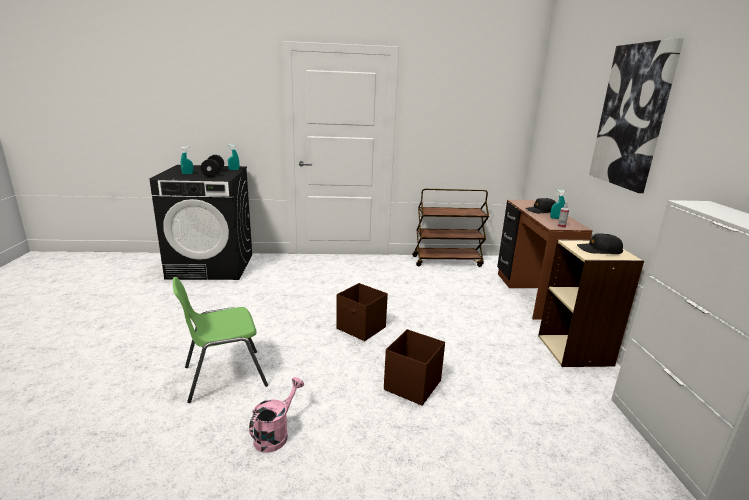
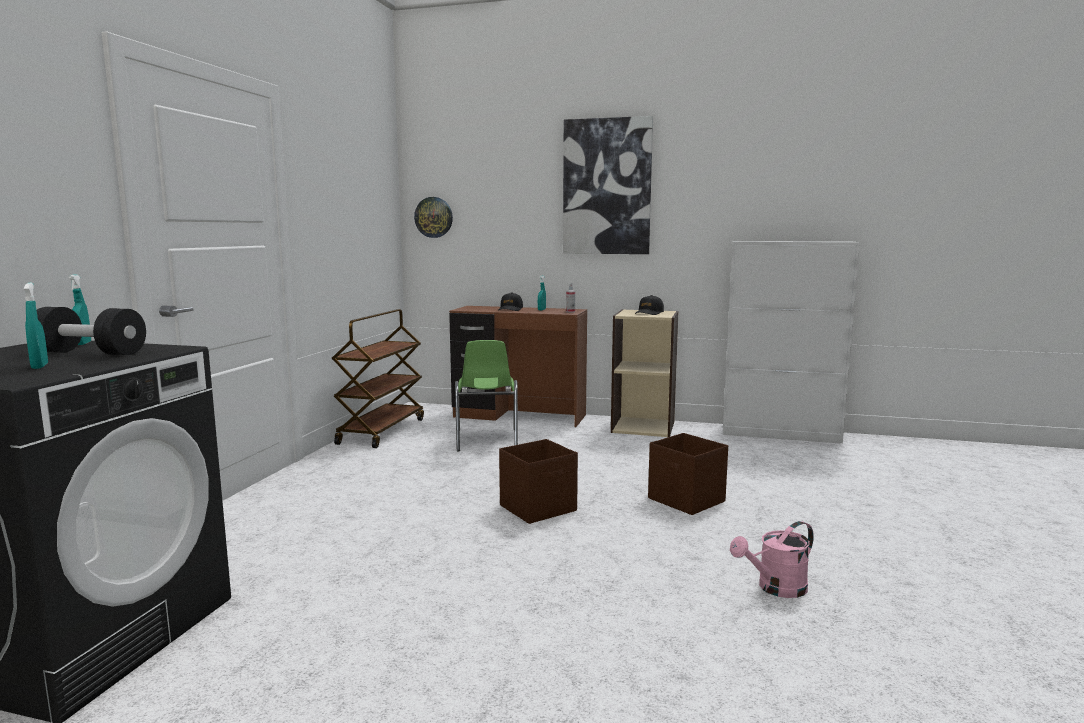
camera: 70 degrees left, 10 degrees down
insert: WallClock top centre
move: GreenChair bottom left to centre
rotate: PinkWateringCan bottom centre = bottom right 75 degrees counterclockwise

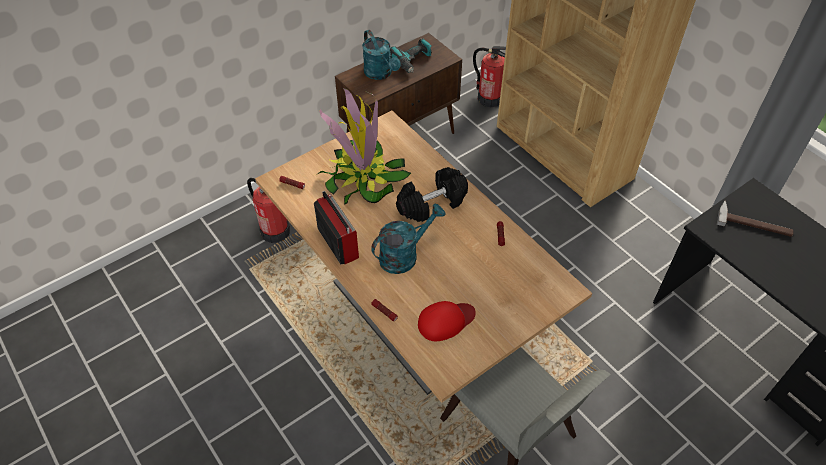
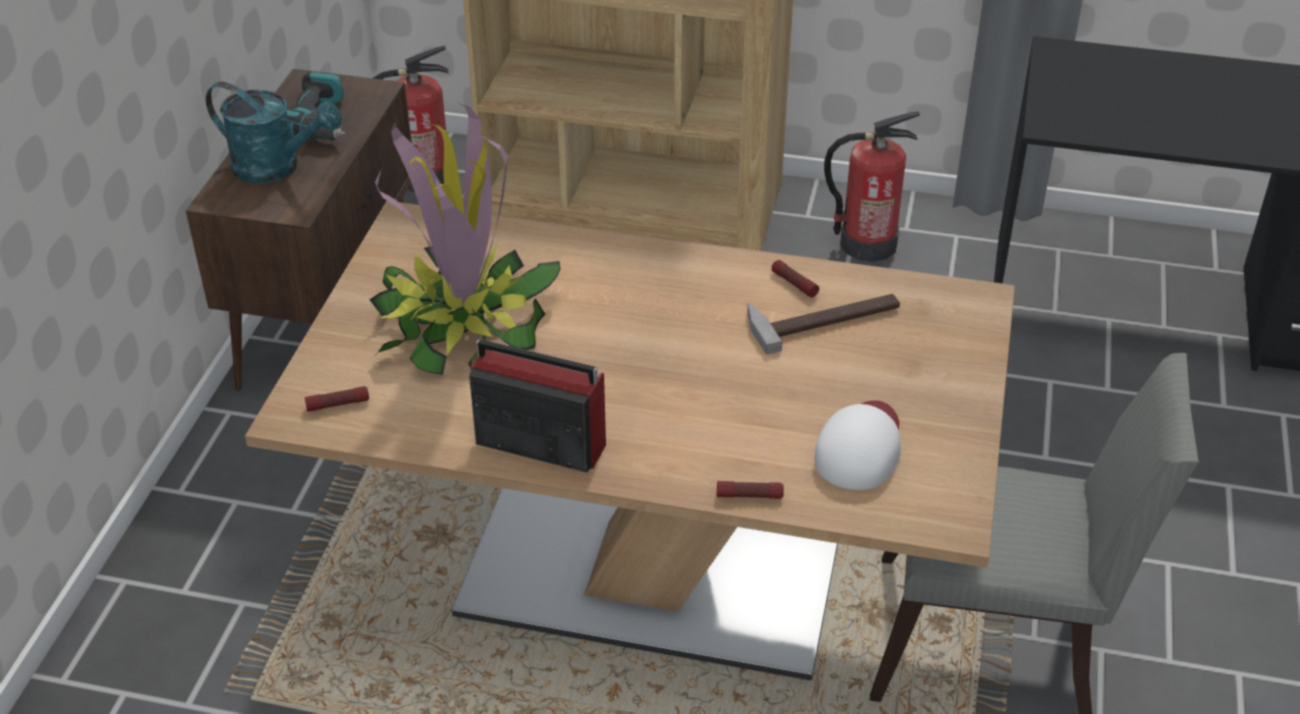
camera: 40 degrees left, 10 degrees down
delete: TurquoiseWateringCan (2nd from left) centre; BlackDumbbell centre
move: Hammer middle right to centre; FireExtinguisher (1st from left in the first image) middle left to FireExtinguisher (2nd from left) top right
recolor: RedCap bottom centre to WhiteCap centre

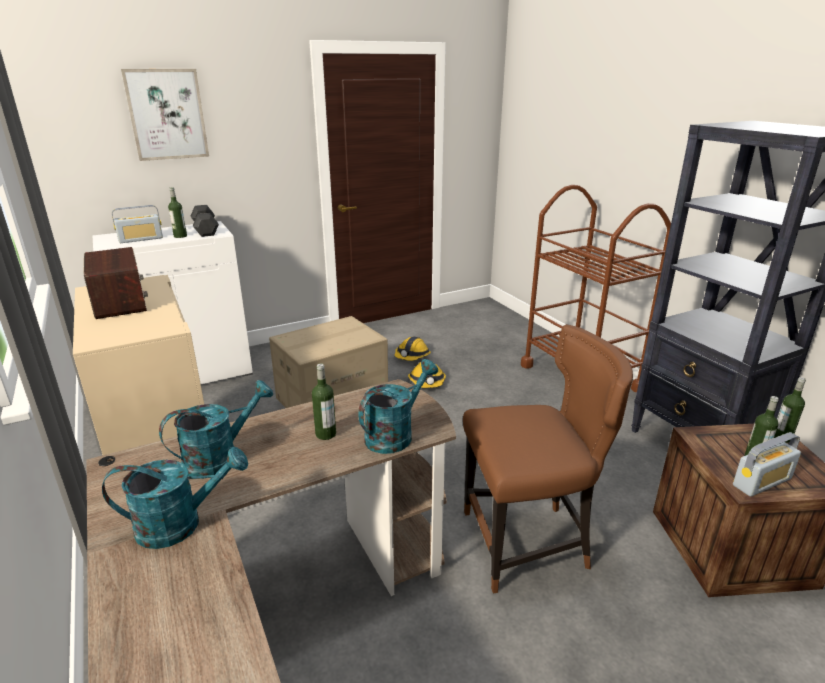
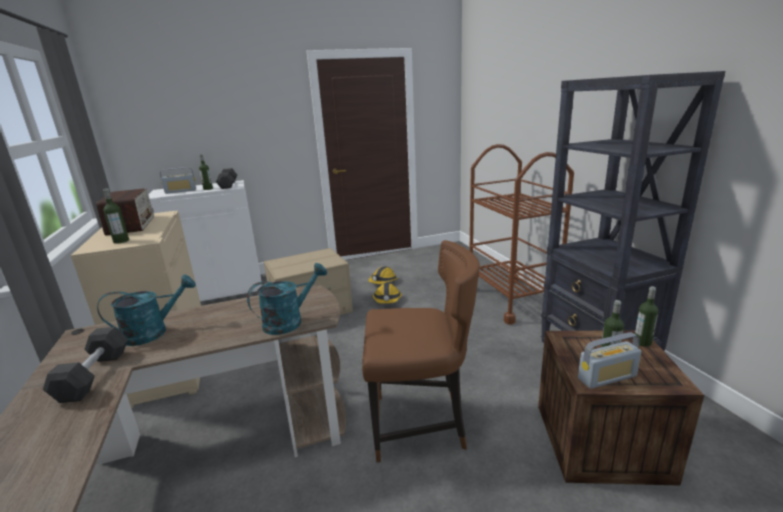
camera: 10 degrees right, 5 degrees down
delete: Picture top left
move: Bottle (2nd from left in the first image) centre to Bottle (1st from left) middle left
replace: TurquoiseWateringCan (1st from left) bottom left to GreyDumbbell (1st from left) bottom left

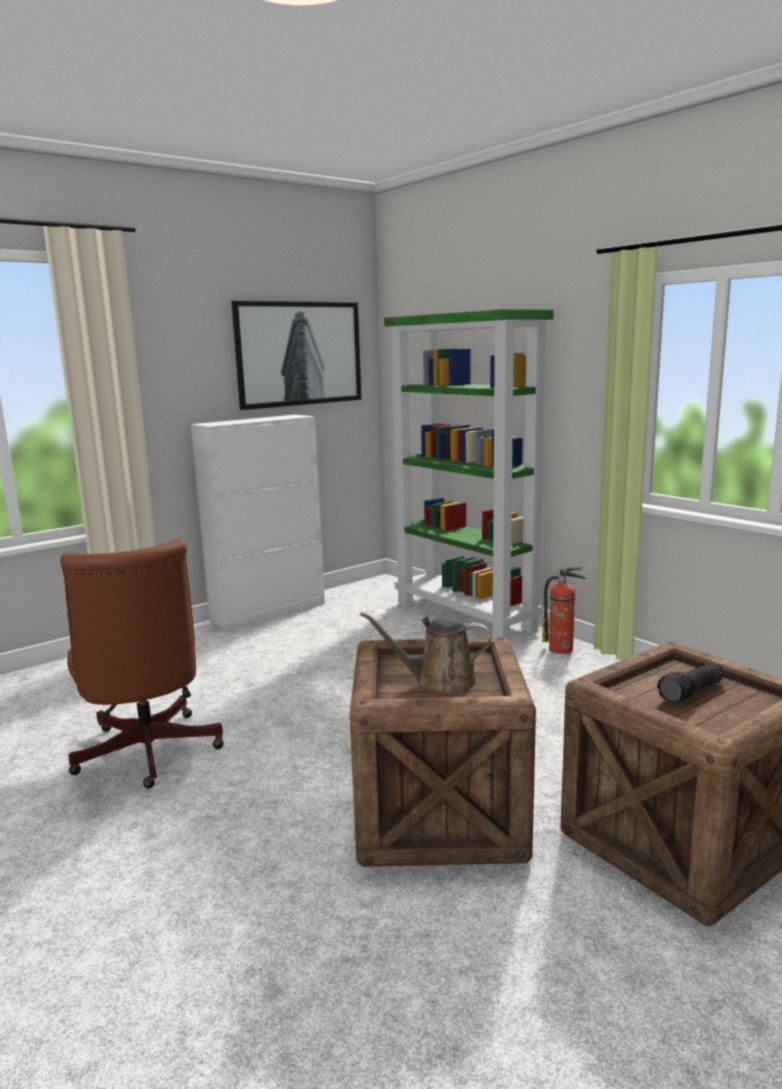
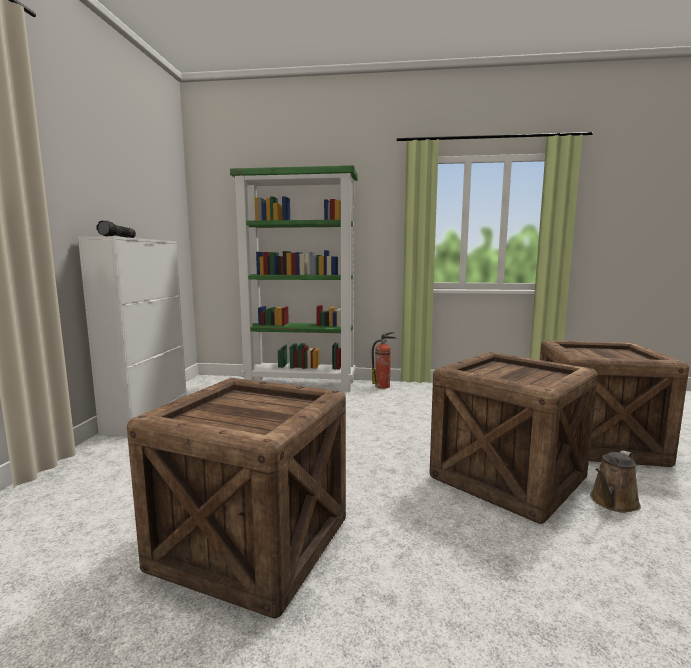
camera: 45 degrees left, 5 degrees down
delete: Picture top centre
move: Flashlight middle right to middle left; BrownWateringCan centre to bottom right
replace: BrownOfficeChair middle left to Crate (1st from left) bottom centre

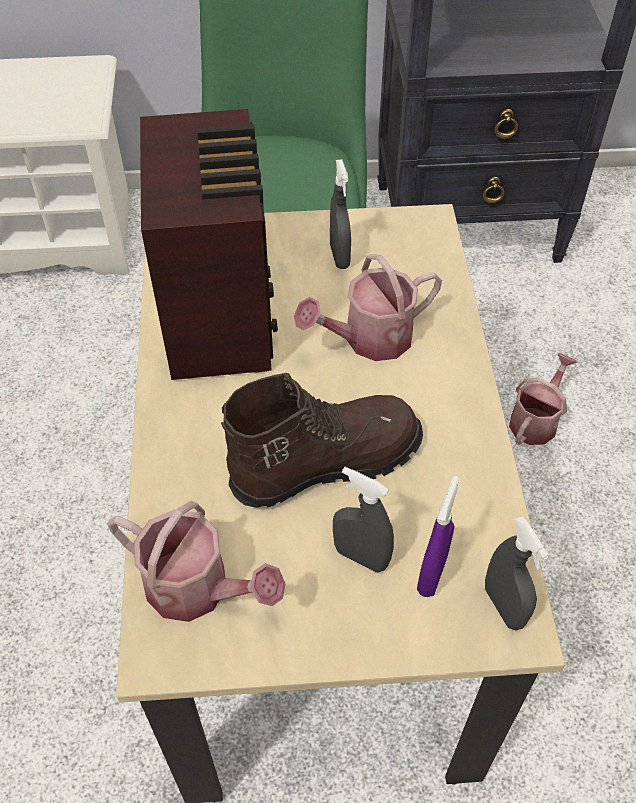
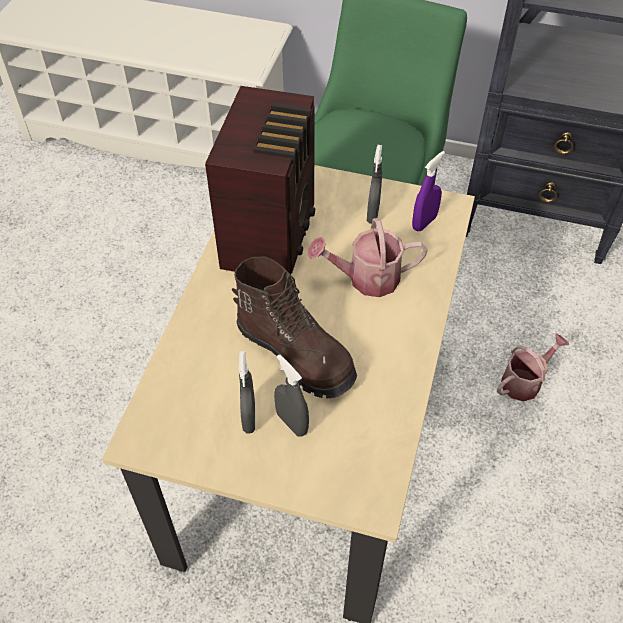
camera: 20 degrees right, 0 degrees up
delete: WateringCan (1st from left) bottom left
move: GreySprayBottle (3rd from left in the first image) bottom right to GreySprayBottle (1st from left) centre; PurpleSprayBottle bottom right to top right
rotate: BrownBoot centre = centre 45 degrees clockwise

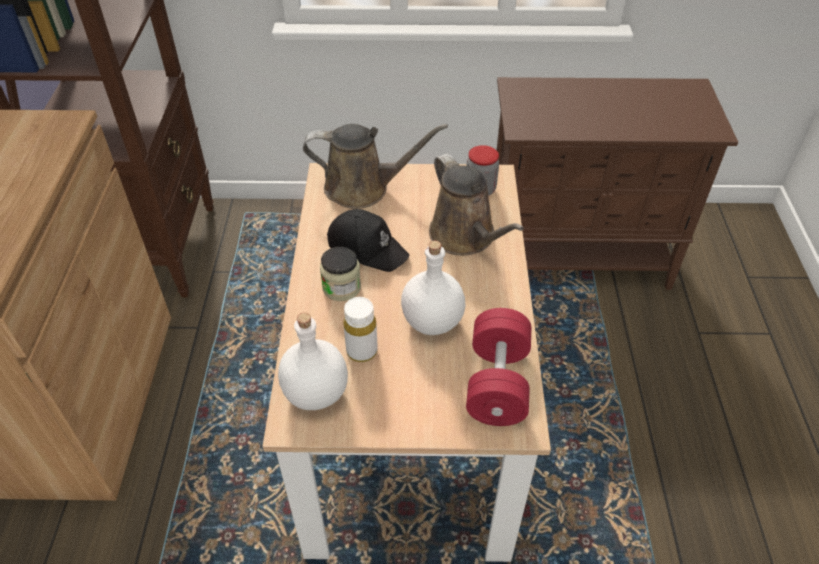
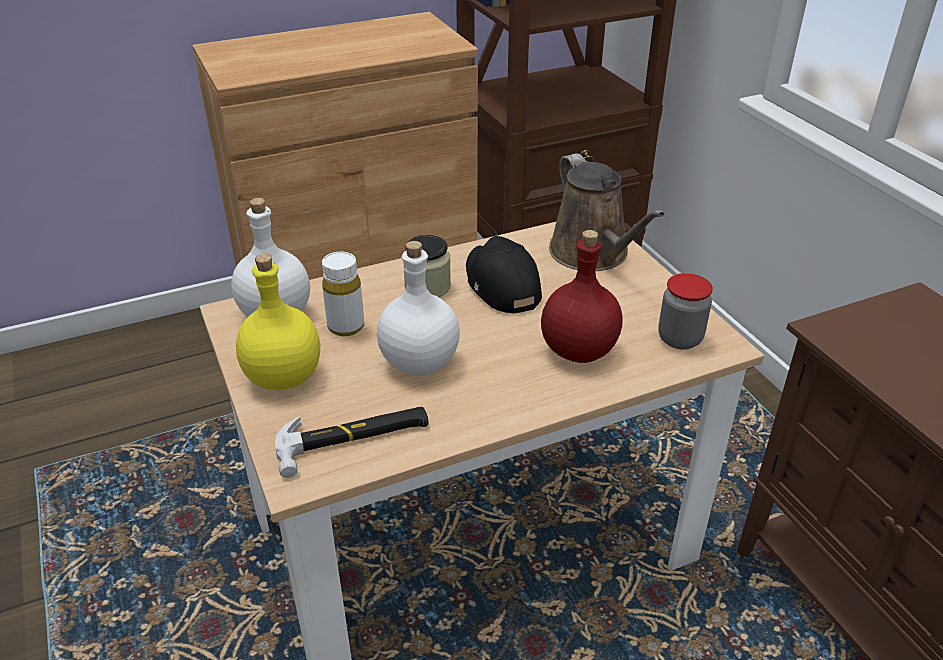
camera: 65 degrees right, 10 degrees down
insert: YellowBottle middle left
replace: RedDumbbell centre to Hammer bottom centre; BrownWateringCan (2nd from left) centre to RedBottle centre
rotate: BlackCap centre = centre 150 degrees clockwise

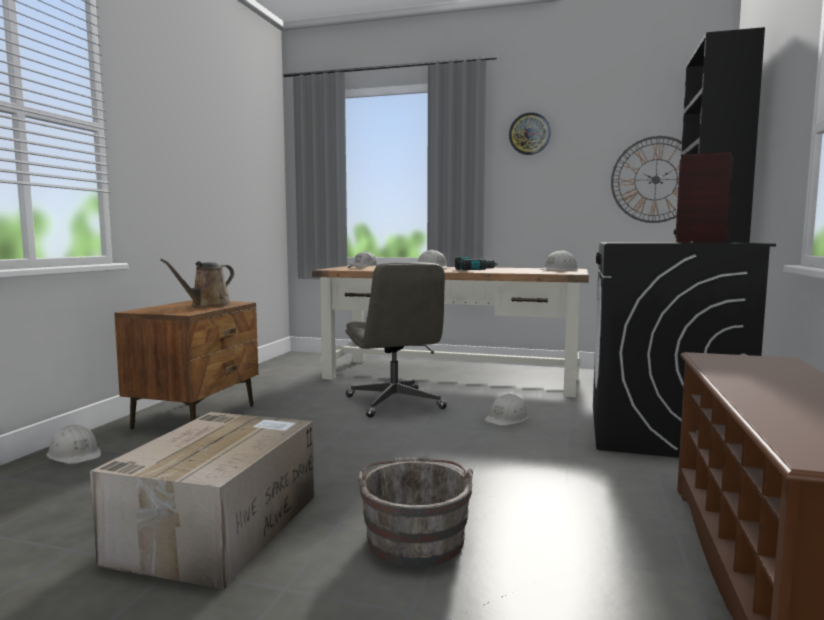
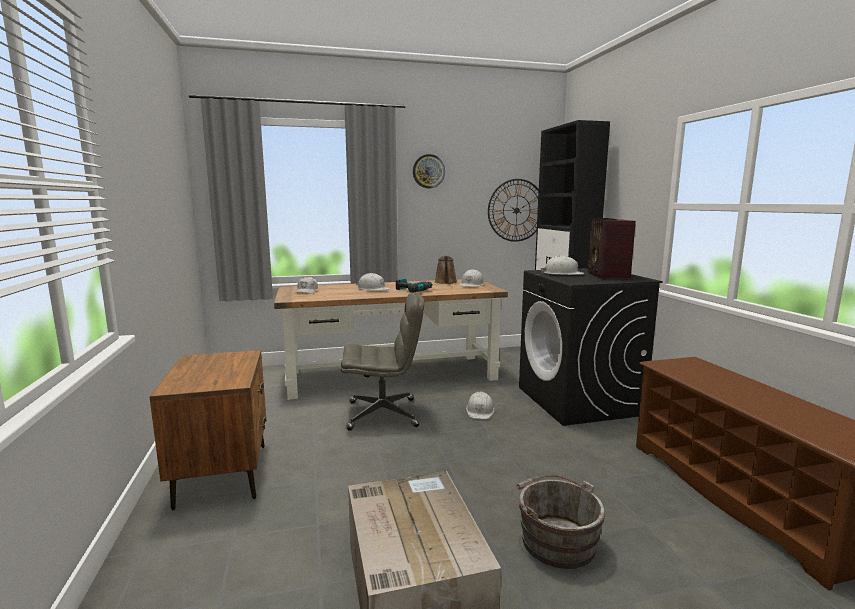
camera: 30 degrees left, 5 degrees up
move: BrownWateringCan middle left to centre; WhiteHardHat (1st from left in the first image) bottom left to WhiteHardHat (4th from left) centre
rotate: GreyOfficeChair centre = centre 45 degrees counterclockwise

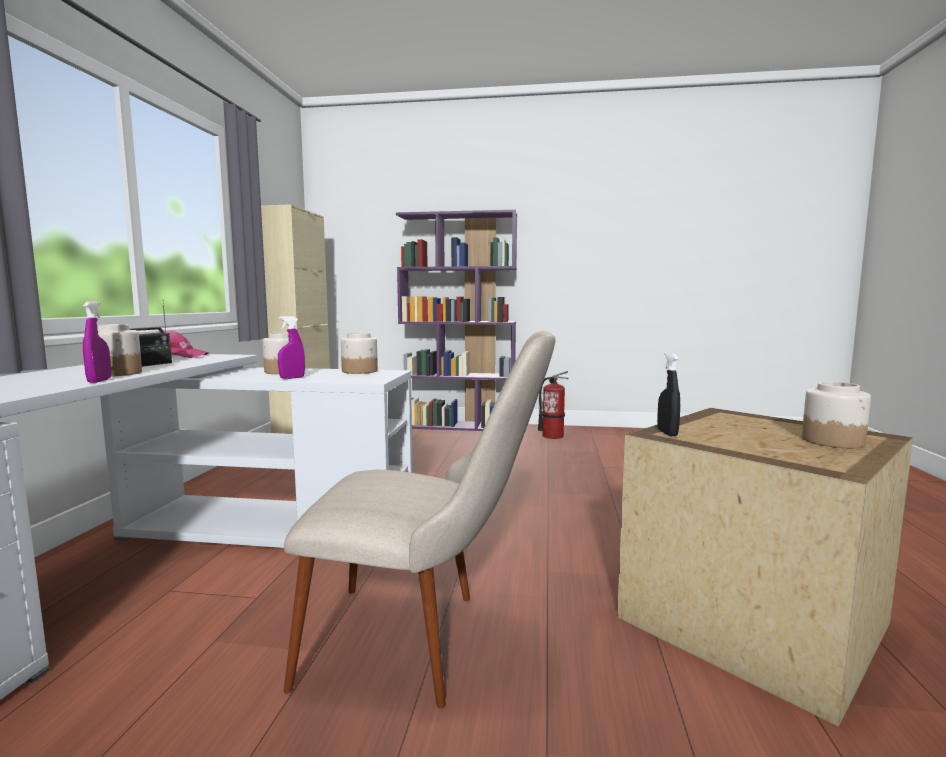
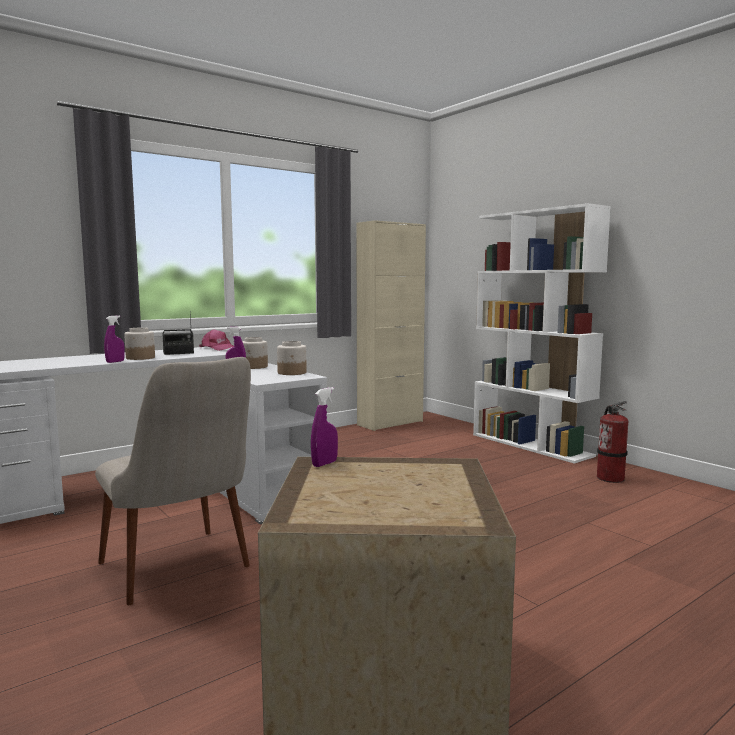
camera: 45 degrees right, 0 degrees up
delete: Jar (4th from left) middle right
recolor: BlackSprayBottle middle right to PurpleSprayBottle (3rd from left) centre; PurpleBookcase centre to WhiteBookcase middle right

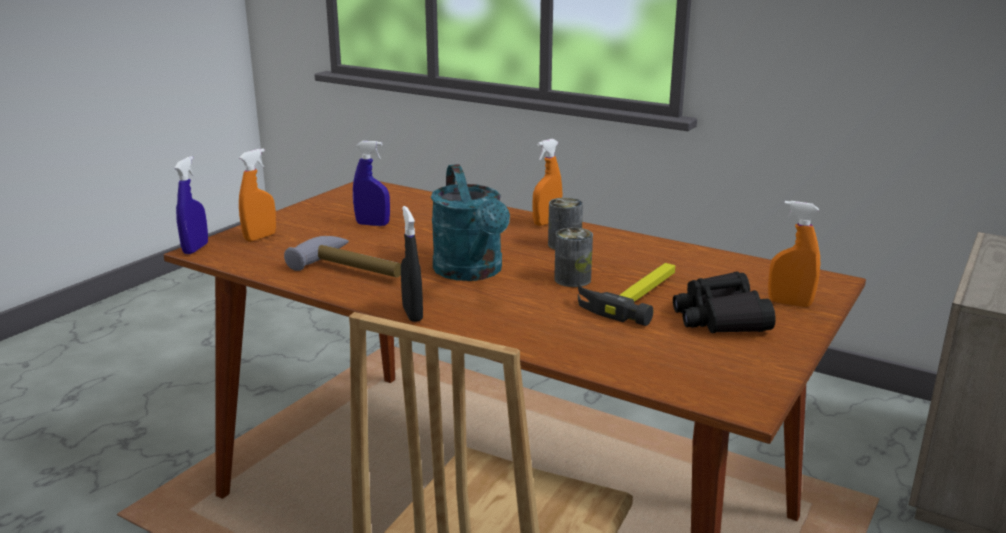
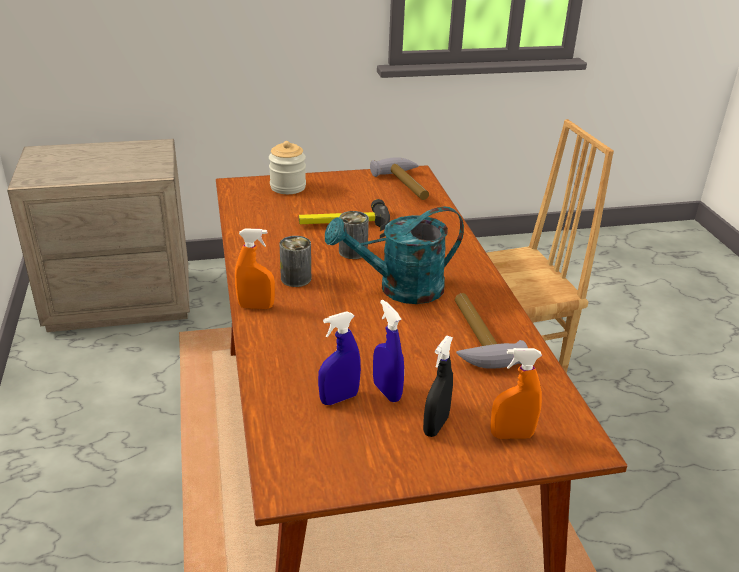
camera: 135 degrees left, 10 degrees up
delete: BlackBinoculars middle right
insert: Hammer (2nd from left) top centre
move: BlueSprayBottle (1st from left) middle left to centre; BlackSprayBottle centre to bottom centre
replace: OrangeSprayBottle (3rd from left) middle right to Jar top centre
rotate: TurquoiseWateringCan centre = centre 135 degrees counterclockwise

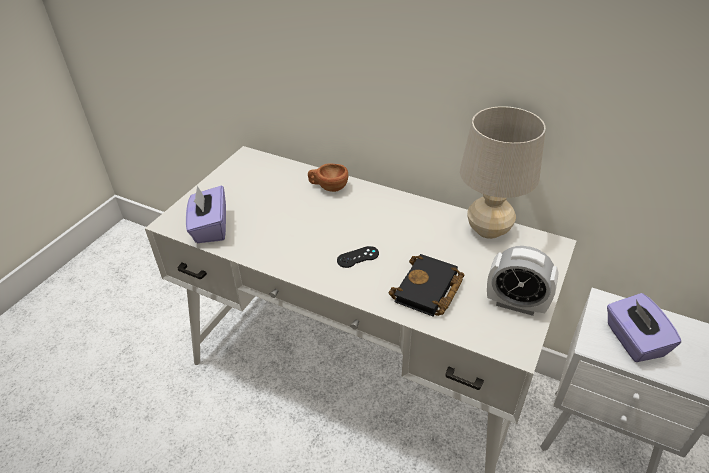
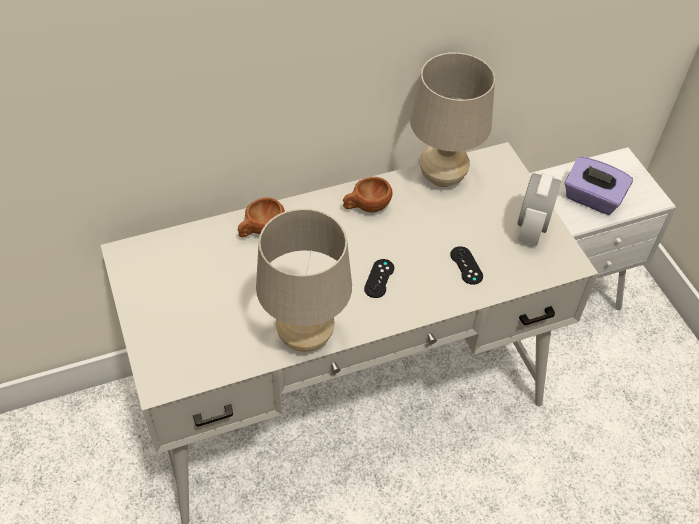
camera: 50 degrees left, 10 degrees up
delete: PurpleTissueBox (1st from left) middle left
insert: BeigeTableLamp (1st from left) centre; BrownCup (2nd from left) centre
replace: BlackBook centre to BlackGameController (2nd from left) middle right
rotate: AlarmClock middle right = middle right 45 degrees counterclockwise

